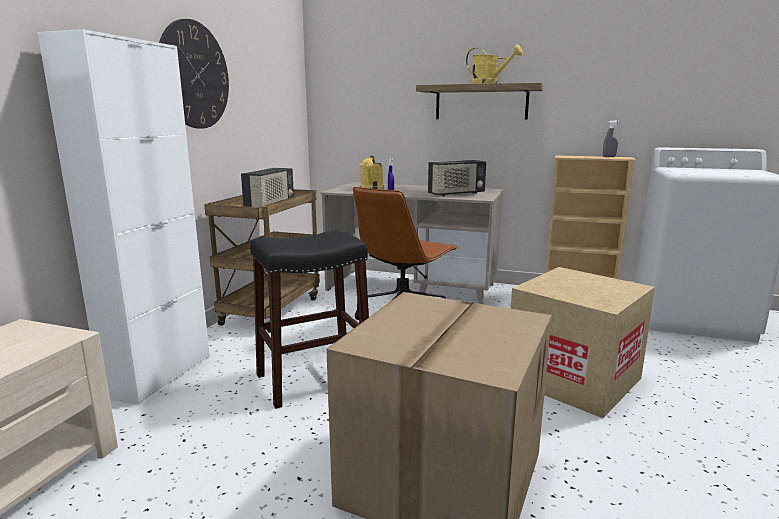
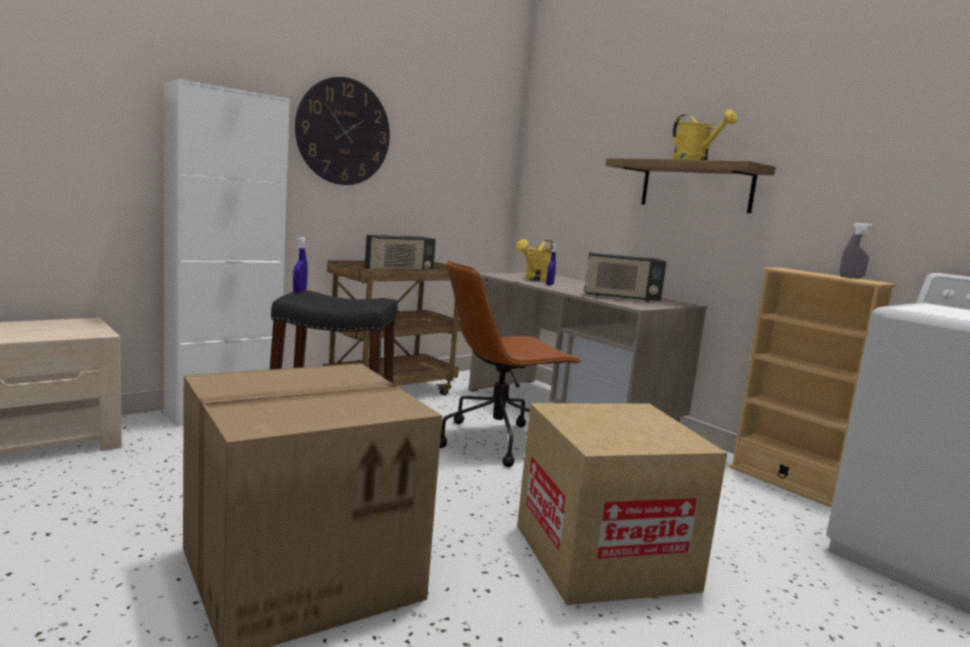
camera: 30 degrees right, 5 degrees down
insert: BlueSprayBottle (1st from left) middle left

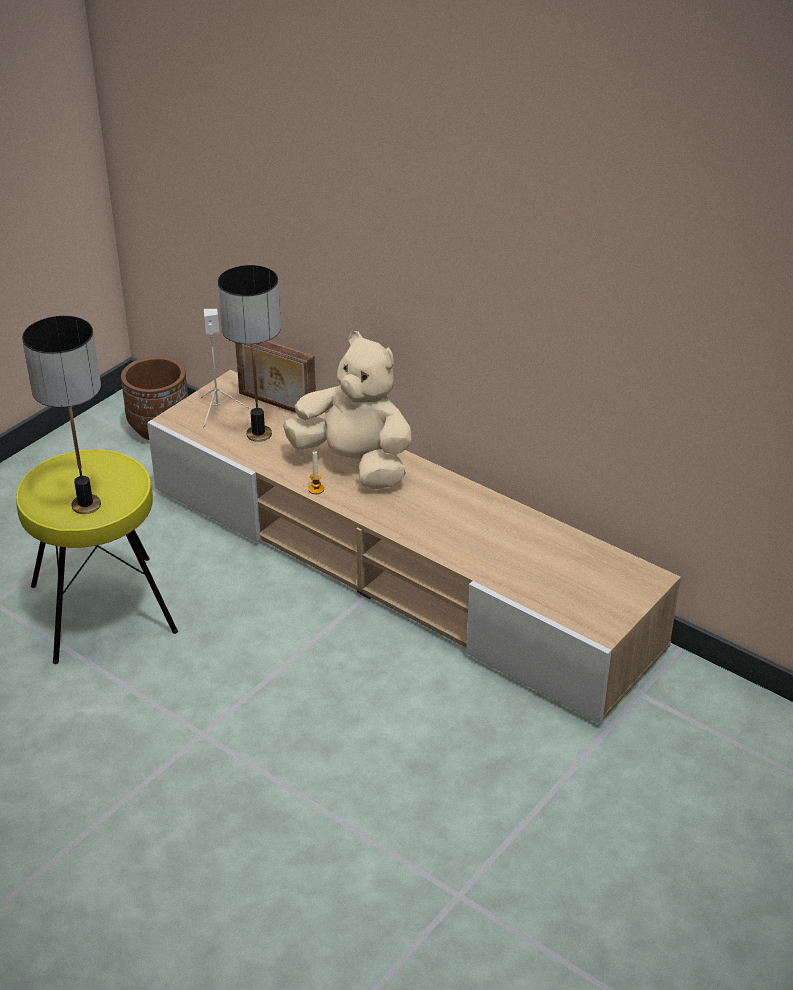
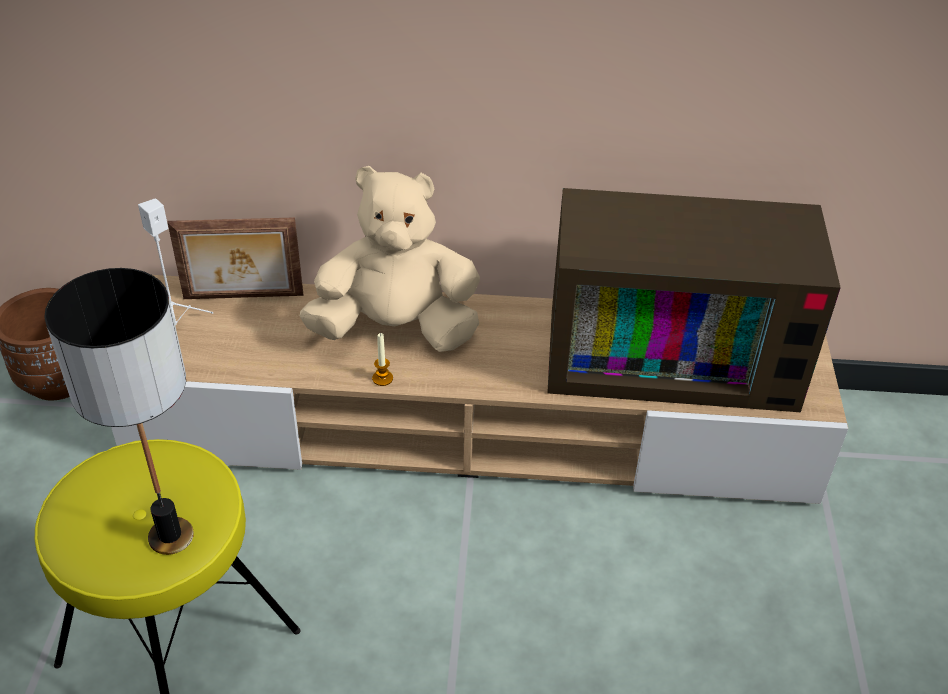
camera: 35 degrees left, 5 degrees up
delete: TableLamp (2nd from left) middle left
insert: Television middle right

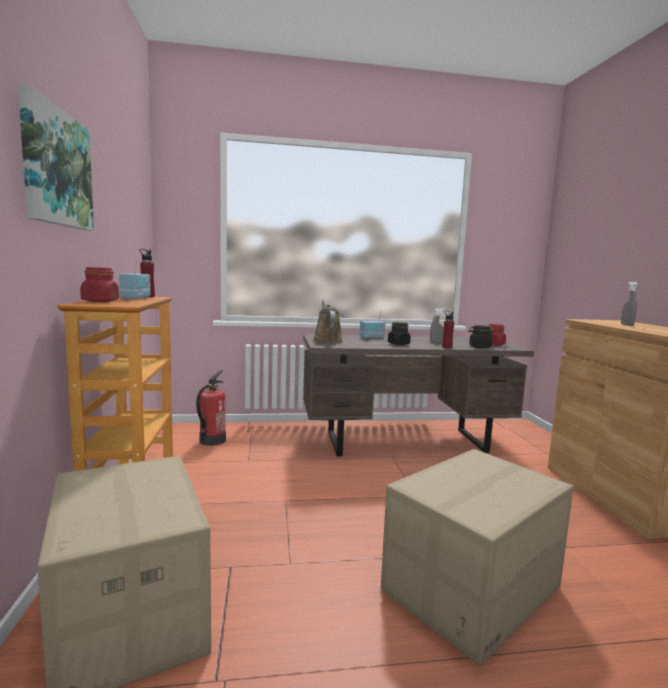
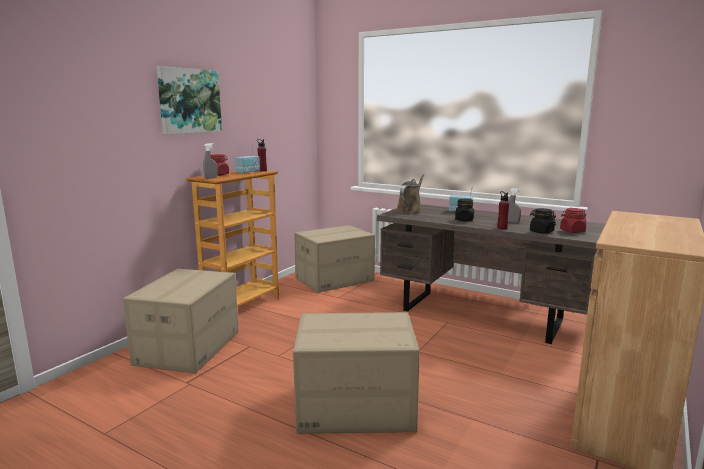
camera: 40 degrees right, 5 degrees up
move: GreySprayBottle (2nd from left in the first image) middle right to GreySprayBottle (1st from left) middle left
replace: FireExtinguisher middle left to CardboardBox (2nd from left) centre

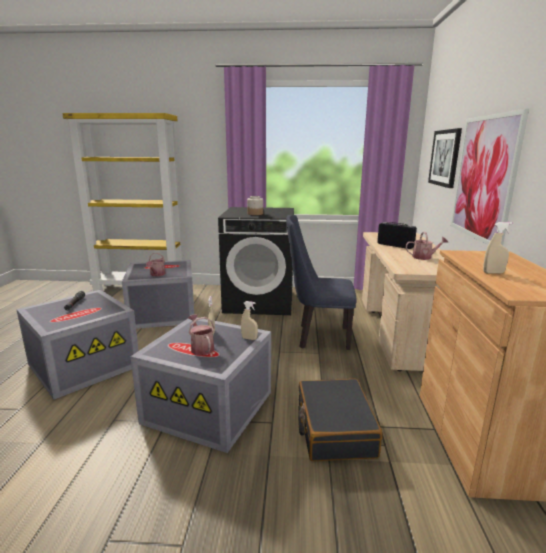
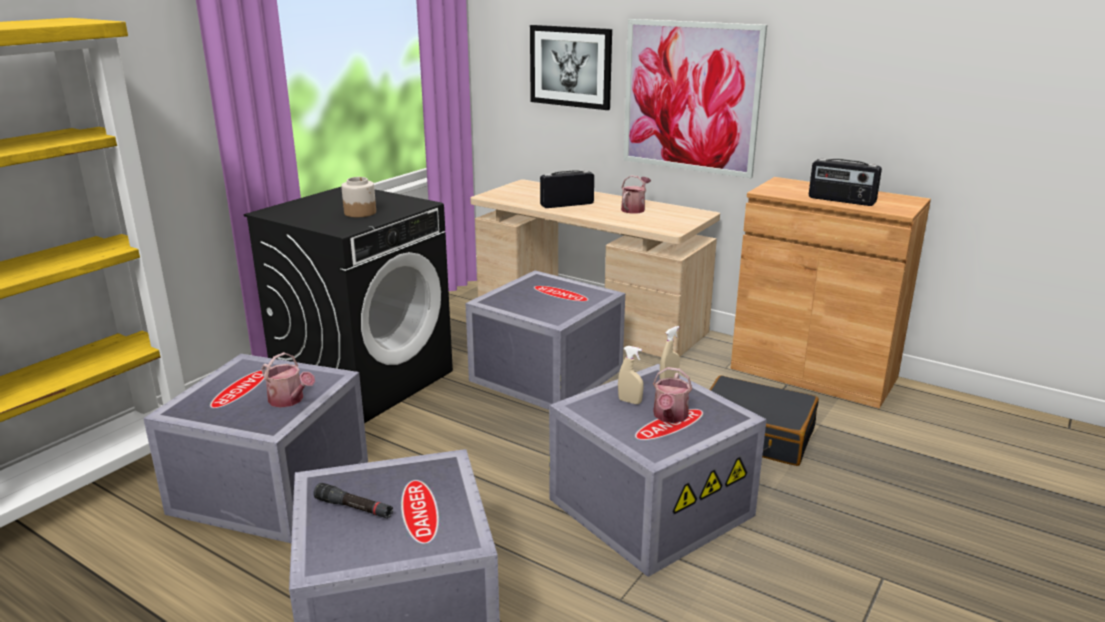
camera: 60 degrees left, 5 degrees up
replace: BlueChair centre to GreyStorageBox (3rd from left) centre; BeigeSprayBottle (3rd from left) middle right to Radio (2nd from left) top right
rotate: WateringCan (2nd from left in the first image) centre = centre 75 degrees counterclockwise

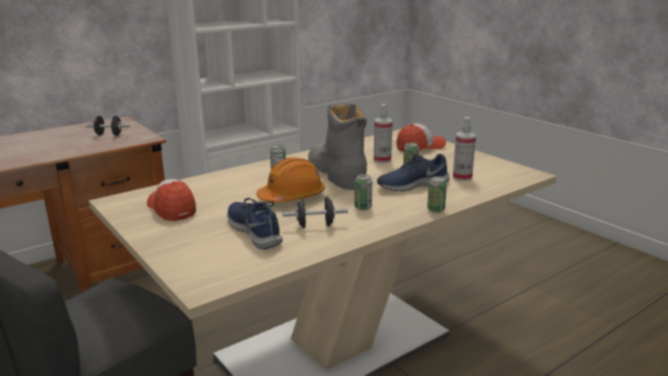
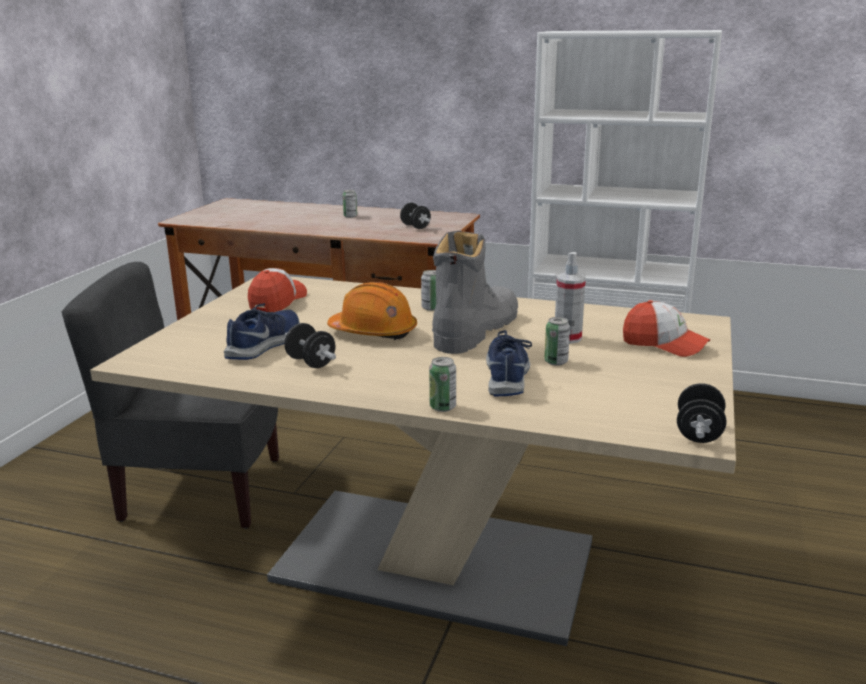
camera: 55 degrees right, 0 degrees up
delete: SprayBottle (2nd from left) middle right
insert: BlackDumbbell (3rd from left) middle right
move: Can (2nd from left in the first image) centre to Can (1st from left) top centre
rotate: BlueShoe (2nd from left) centre = centre 60 degrees clockwise

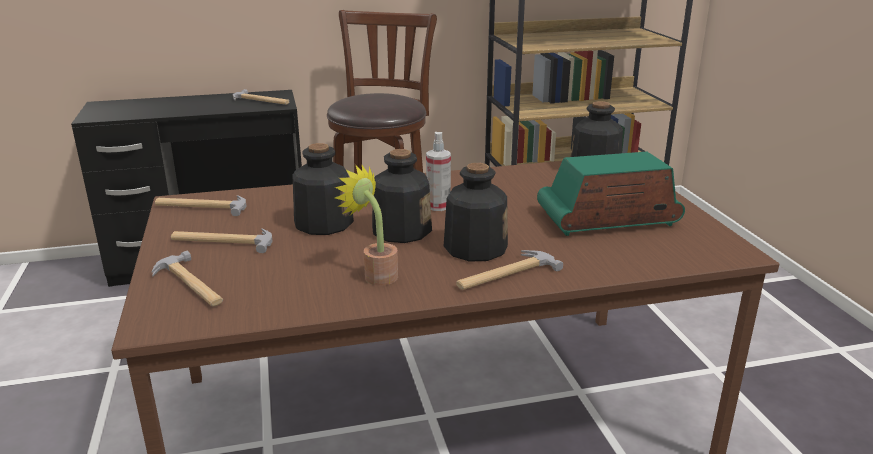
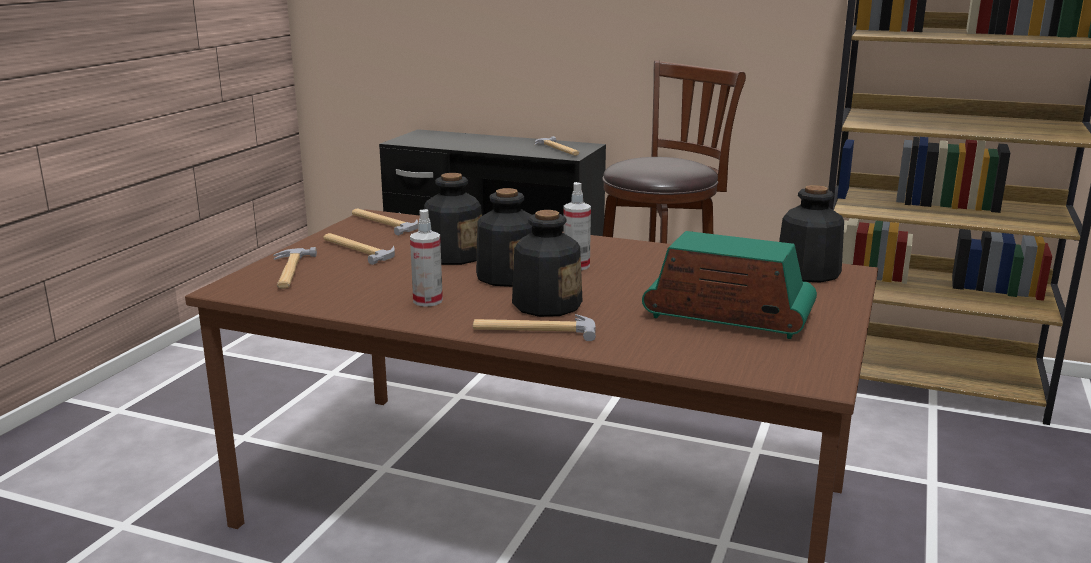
camera: 35 degrees right, 5 degrees down
replace: PottedPlant centre to SprayBottle (1st from left) centre

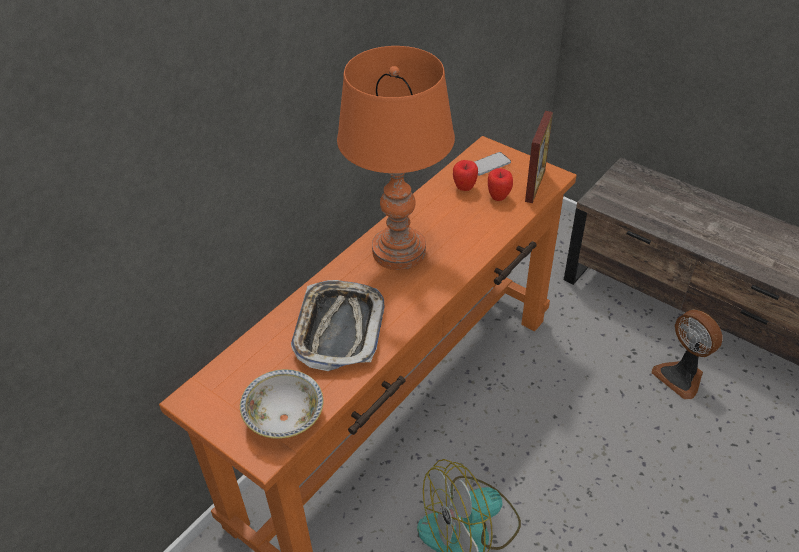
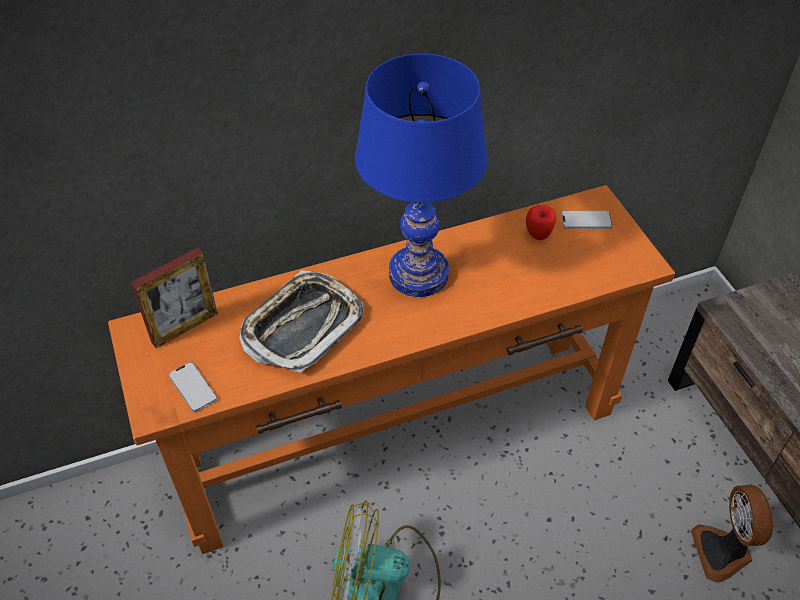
camera: 30 degrees right, 5 degrees up
delete: Apple (2nd from left) centre
move: PictureFrame top right to middle left
replace: Bowl bottom centre to Phone (1st from left) middle left
recolor: OrangeTableLamp top centre to BlueTableLamp top centre

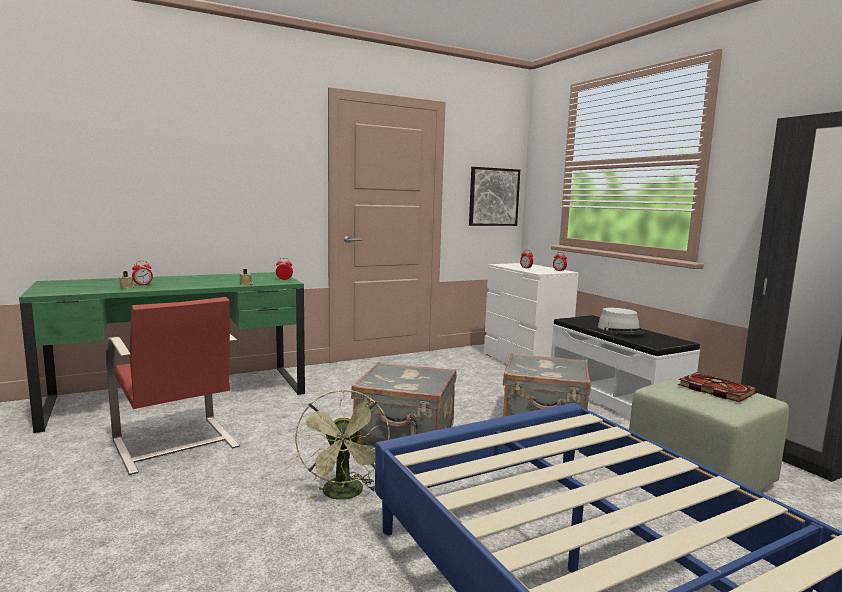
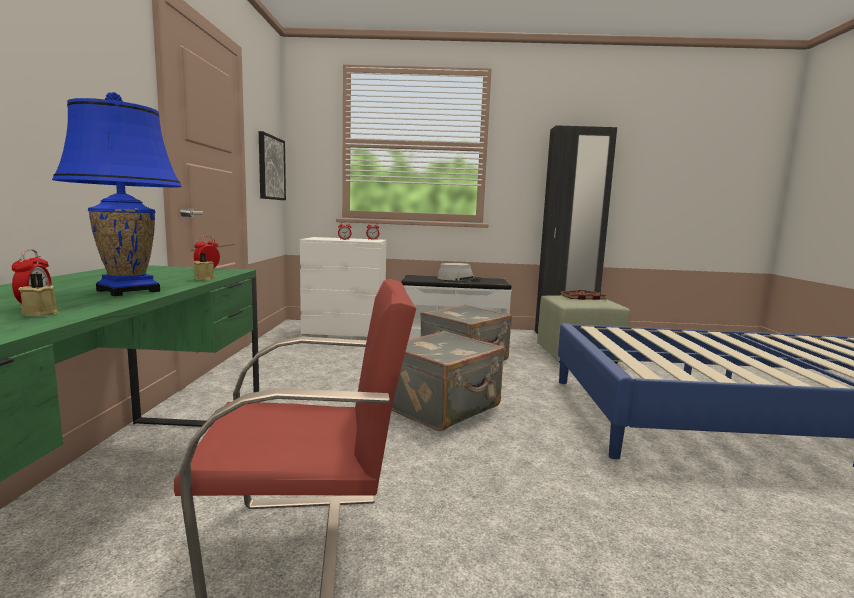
camera: 60 degrees left, 0 degrees up
delete: GreenFan bottom centre
insert: BlueTableLamp top left

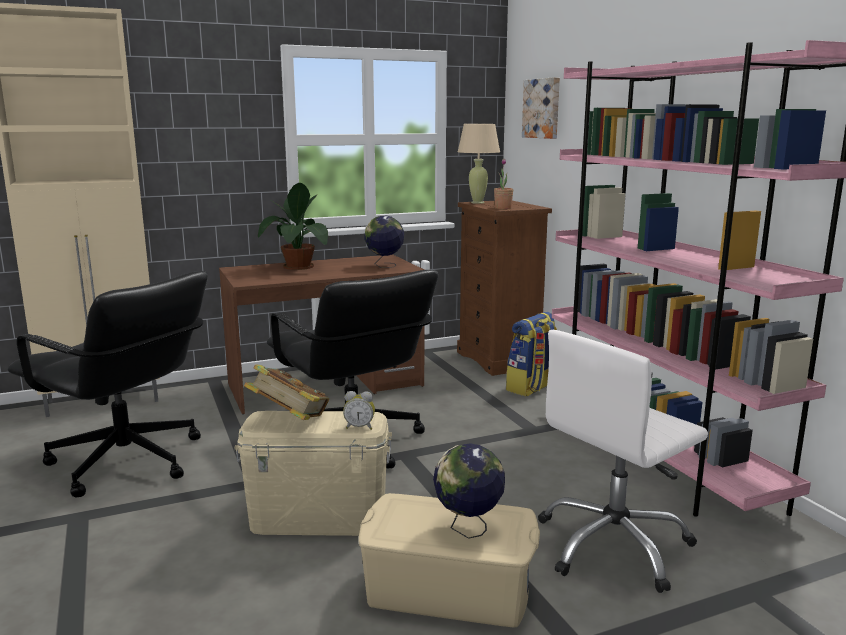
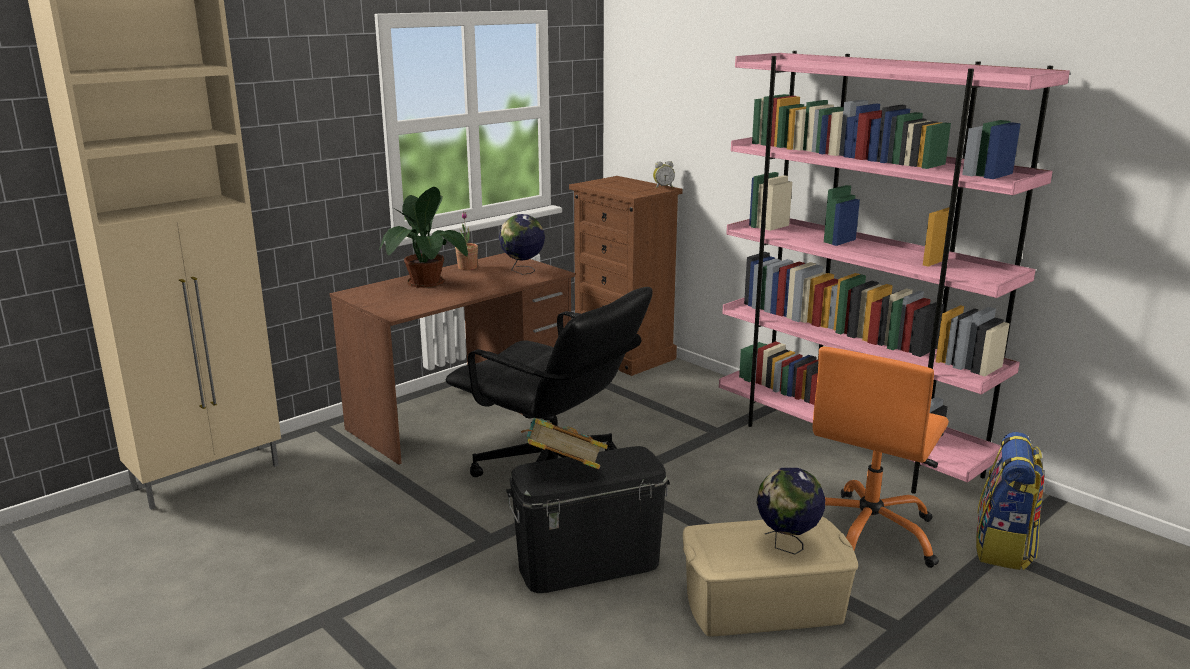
camera: 20 degrees left, 5 degrees up
delete: BlackOfficeChair (1st from left) middle left; BeigeTableLamp top centre; Picture top centre
move: PottedPlant (2nd from left) top centre to centre; AlarmClock centre to top centre; Backpack centre to bottom right
recolor: BeigeStorageBox (1st from left) bottom centre to BlackStorageBox bottom centre; WhiteOfficeChair bottom right to OrangeOfficeChair bottom right

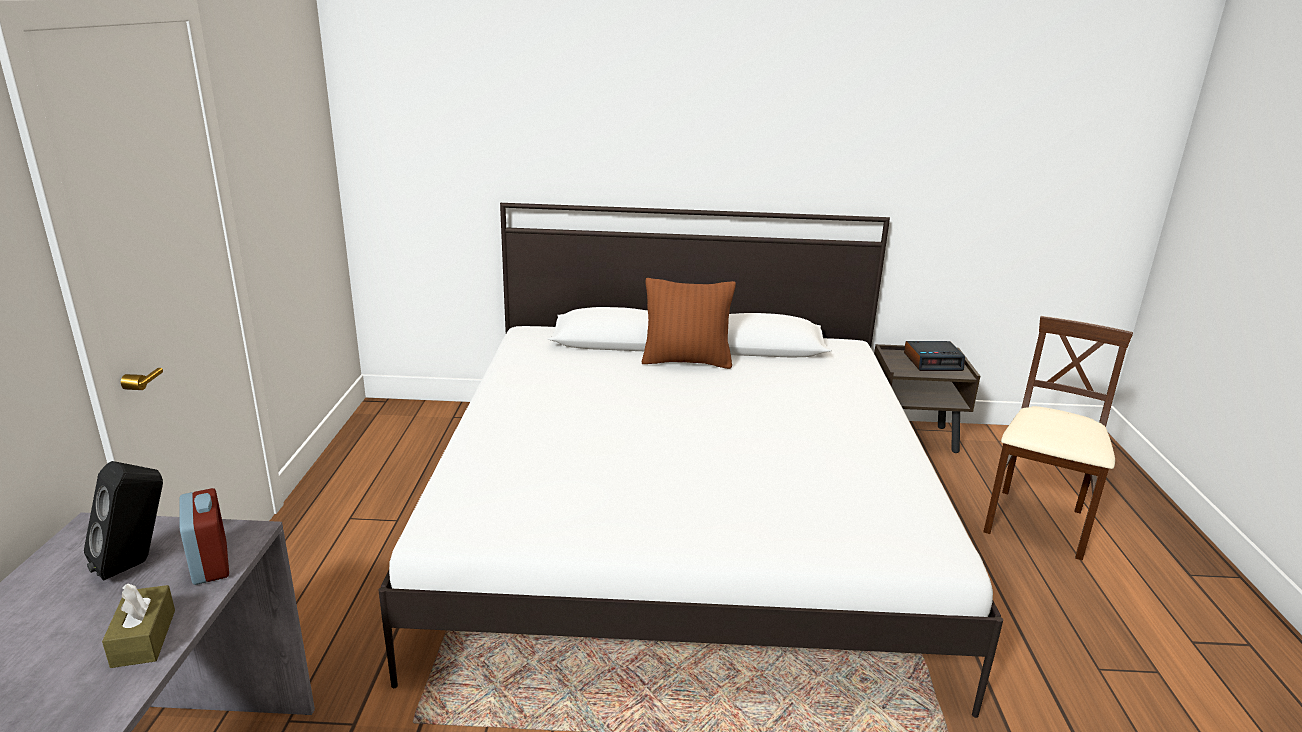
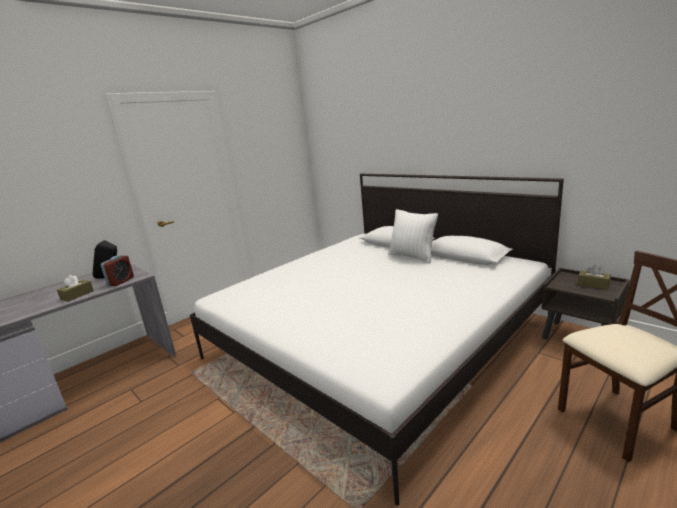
camera: 45 degrees right, 5 degrees down
replace: AlarmClock (2nd from left) middle right to BrownTissueBox (2nd from left) middle right
recolor: BrownPillow centre to WhitePillow centre

